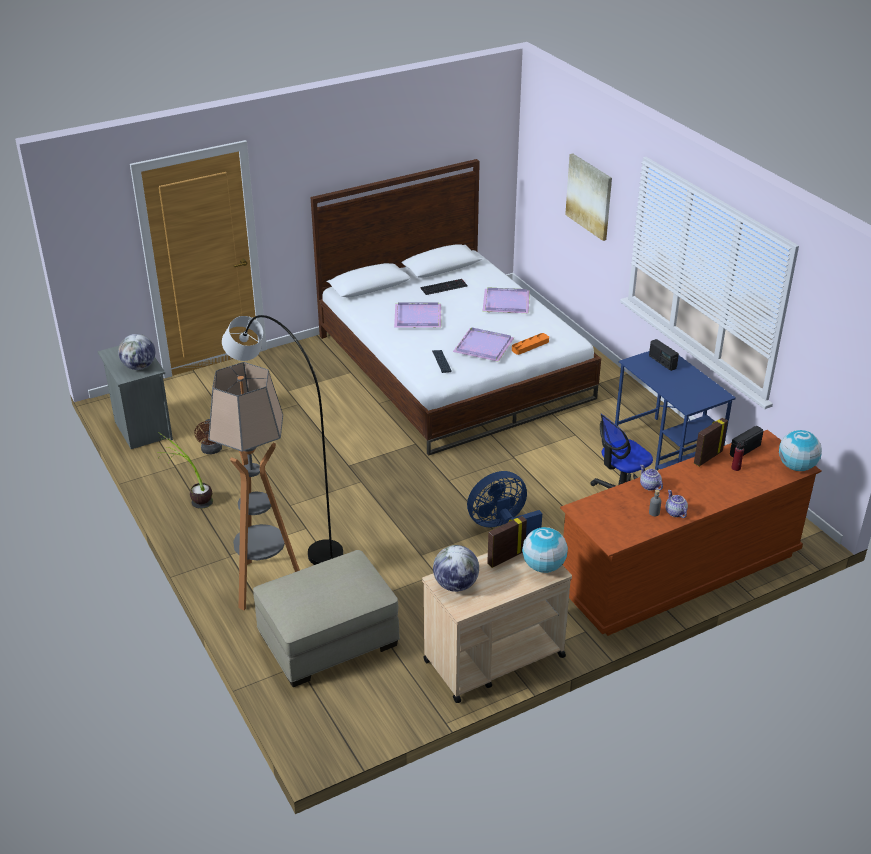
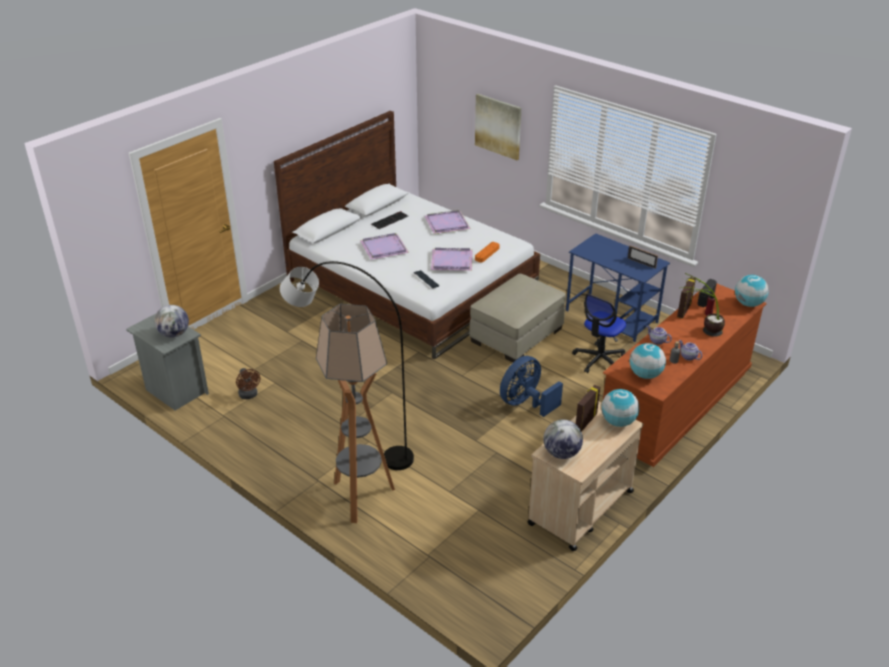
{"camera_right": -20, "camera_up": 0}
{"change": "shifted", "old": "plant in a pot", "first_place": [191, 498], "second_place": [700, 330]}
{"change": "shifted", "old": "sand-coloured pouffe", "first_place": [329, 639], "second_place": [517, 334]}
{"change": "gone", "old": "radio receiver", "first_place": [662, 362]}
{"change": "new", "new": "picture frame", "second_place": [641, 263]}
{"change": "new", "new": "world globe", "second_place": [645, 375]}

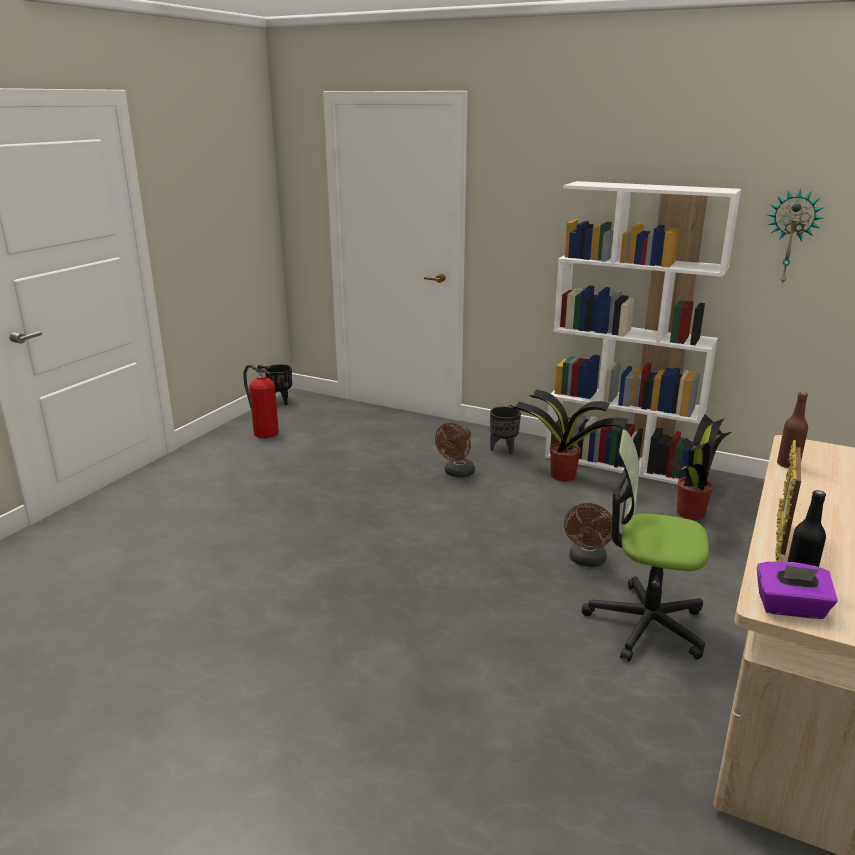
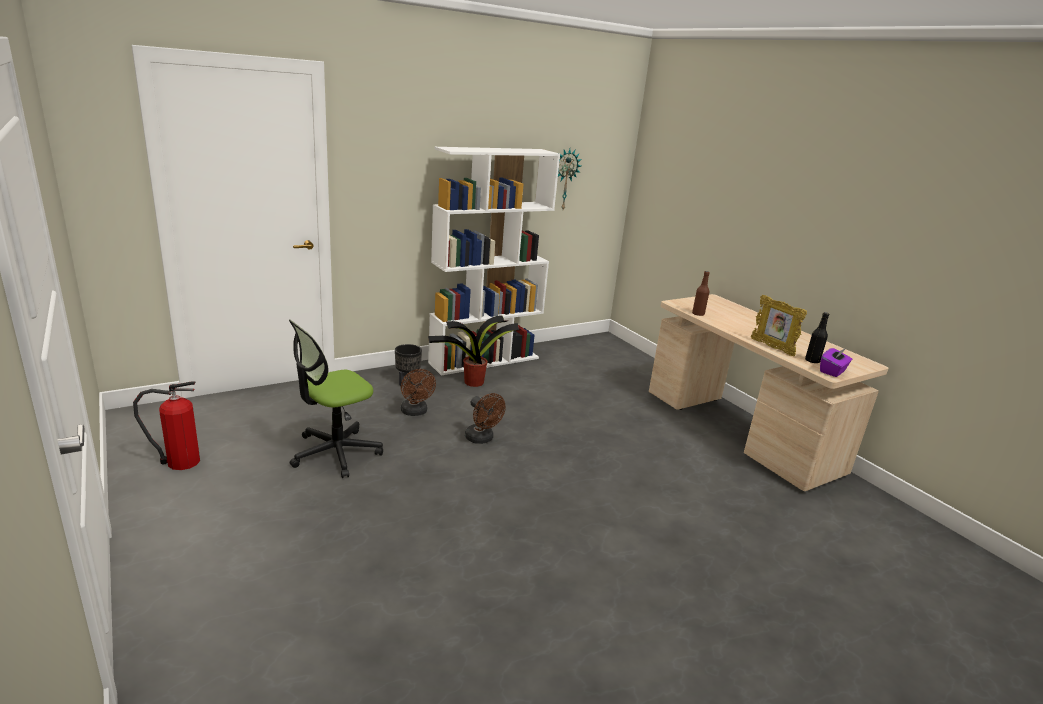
{"camera_right": -60, "camera_up": 0}
{"change": "gone", "old": "black plant pot", "first_place": [281, 401]}
{"change": "shifted", "old": "brown fan", "first_place": [587, 561], "second_place": [482, 439]}
{"change": "shifted", "old": "office chair", "first_place": [645, 624], "second_place": [335, 453]}
{"change": "gone", "old": "plant in a pot", "first_place": [691, 512]}

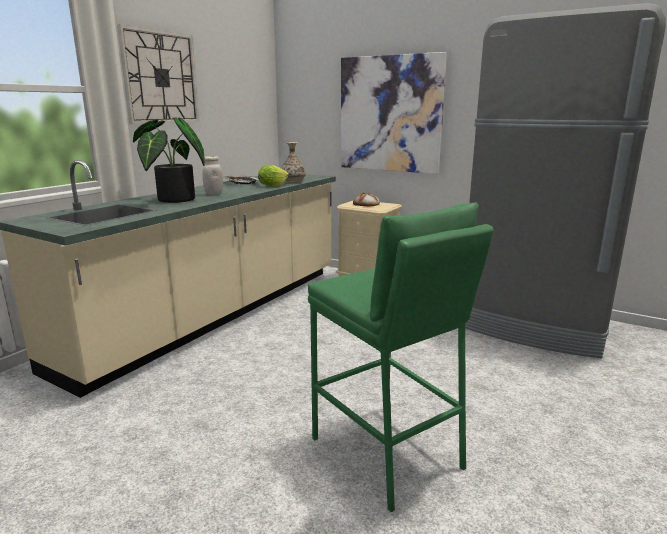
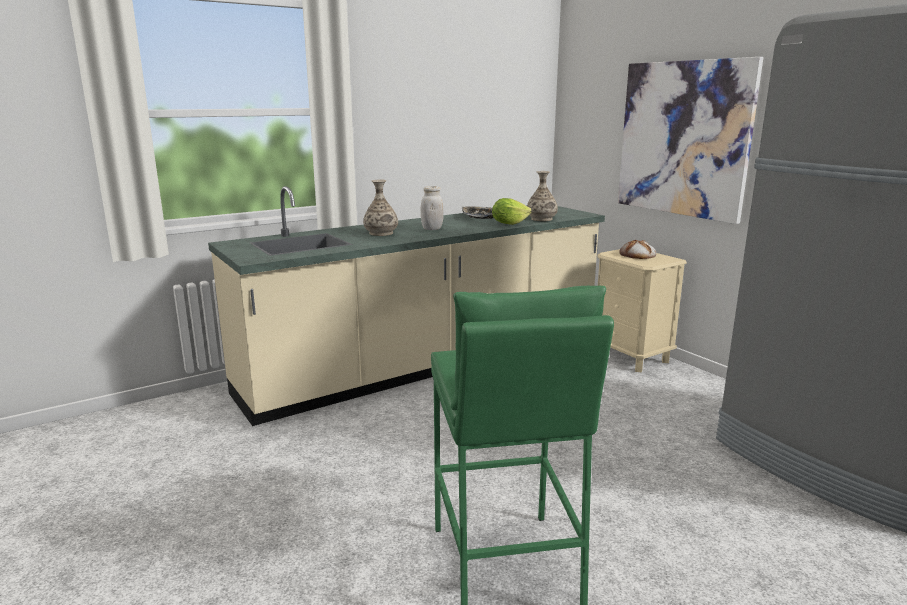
{"camera_right": 25, "camera_up": 0}
{"change": "gone", "old": "hanging clock", "first_place": [160, 78]}
{"change": "swapped", "old": "plant in a pot", "new": "flower vase", "first_place": [172, 200], "second_place": [381, 233]}

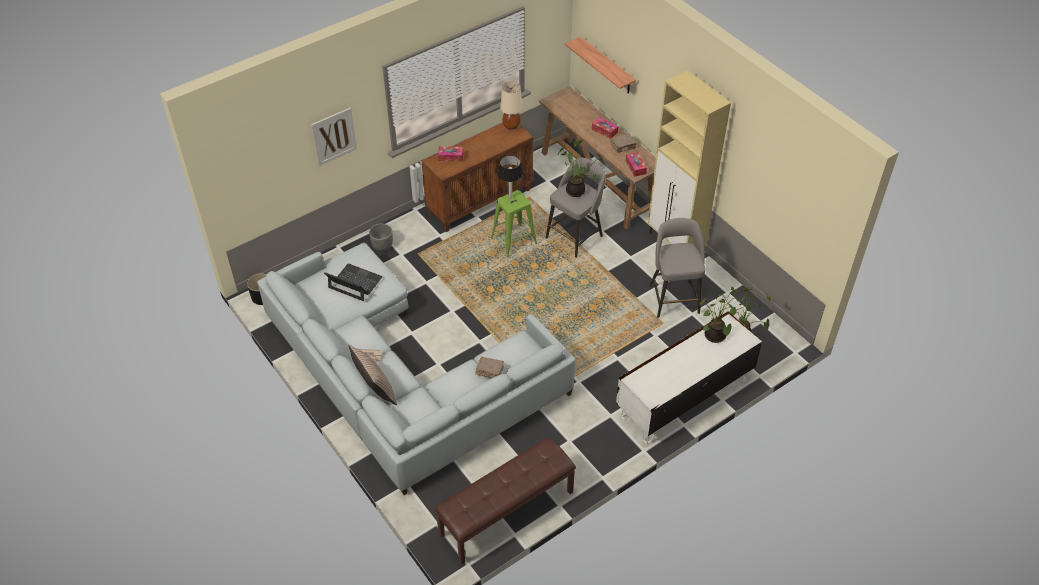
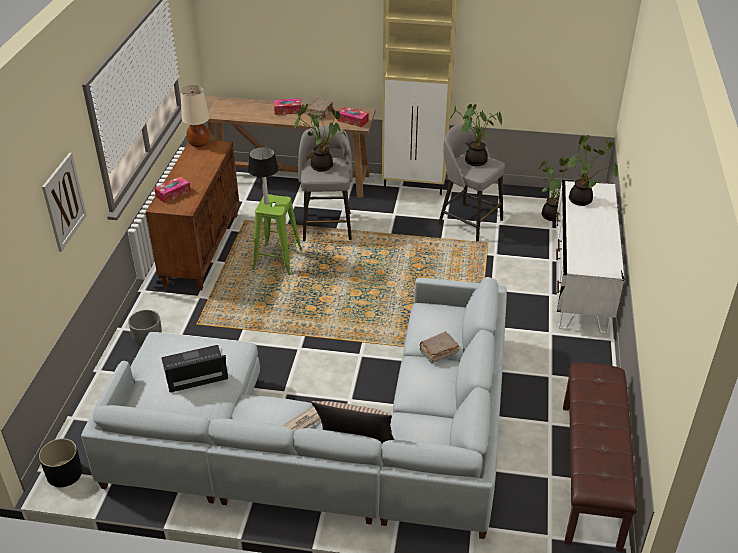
{"camera_right": -45, "camera_up": -10}
{"change": "gone", "old": "bracket shelf", "first_place": [607, 66]}
{"change": "new", "new": "plant in a pot", "second_place": [474, 160]}

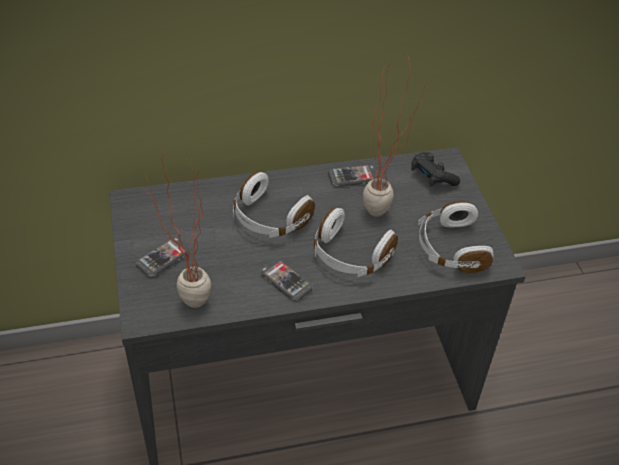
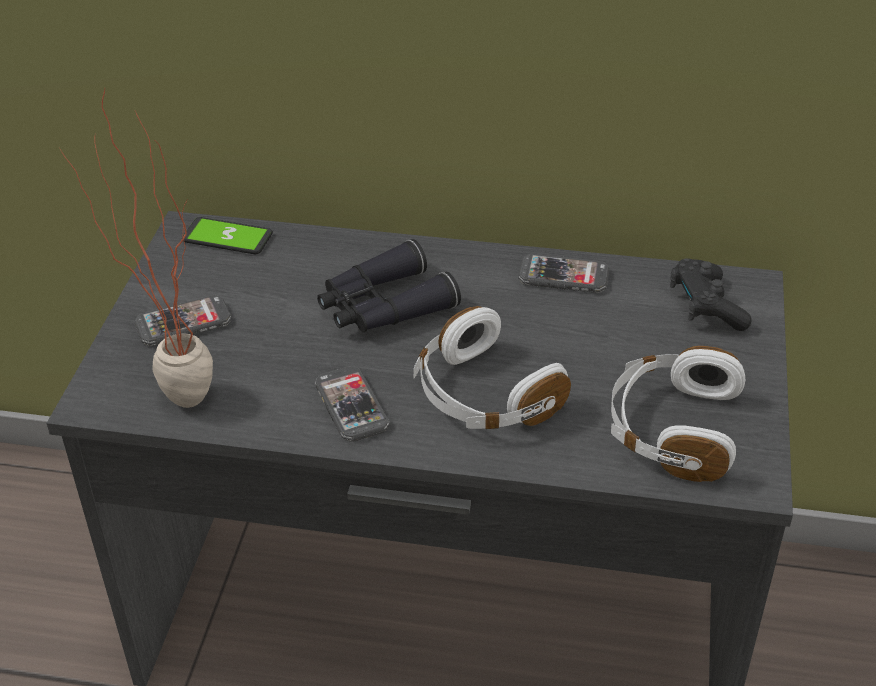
{"camera_right": 25, "camera_up": -5}
{"change": "swapped", "old": "whitish headset", "new": "black pair of binoculars", "first_place": [269, 219], "second_place": [383, 306]}
{"change": "gone", "old": "plant in a pot", "first_place": [385, 215]}
{"change": "new", "new": "telephone", "second_place": [227, 237]}

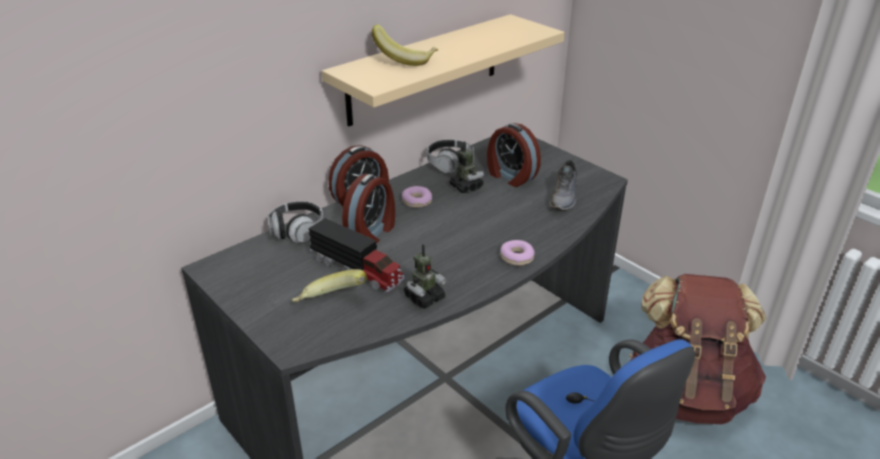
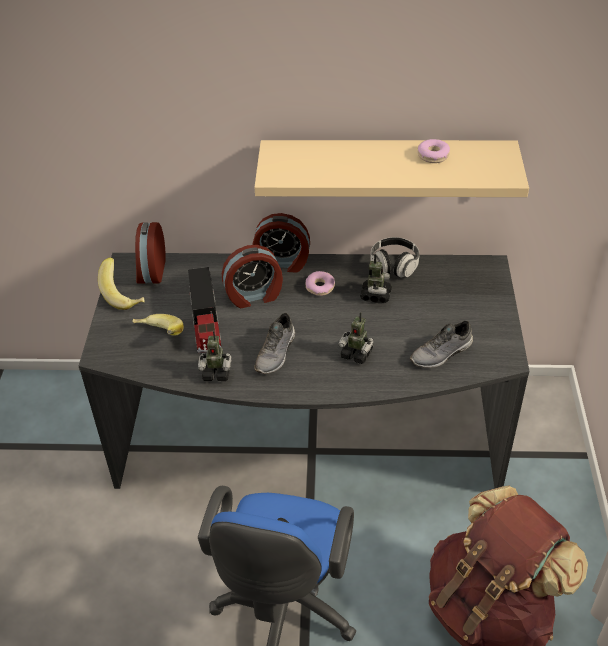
{"camera_right": 45, "camera_up": 10}
{"change": "gone", "old": "headset", "first_place": [297, 231]}
{"change": "shifted", "old": "banana fruit", "first_place": [405, 59], "second_place": [124, 295]}
{"change": "shifted", "old": "bedside clock", "first_place": [510, 176], "second_place": [151, 271]}
{"change": "shifted", "old": "doughnut", "first_place": [517, 257], "second_place": [433, 155]}
{"change": "new", "new": "grey shoe", "second_place": [276, 353]}
{"change": "new", "new": "model robot", "second_place": [357, 353]}

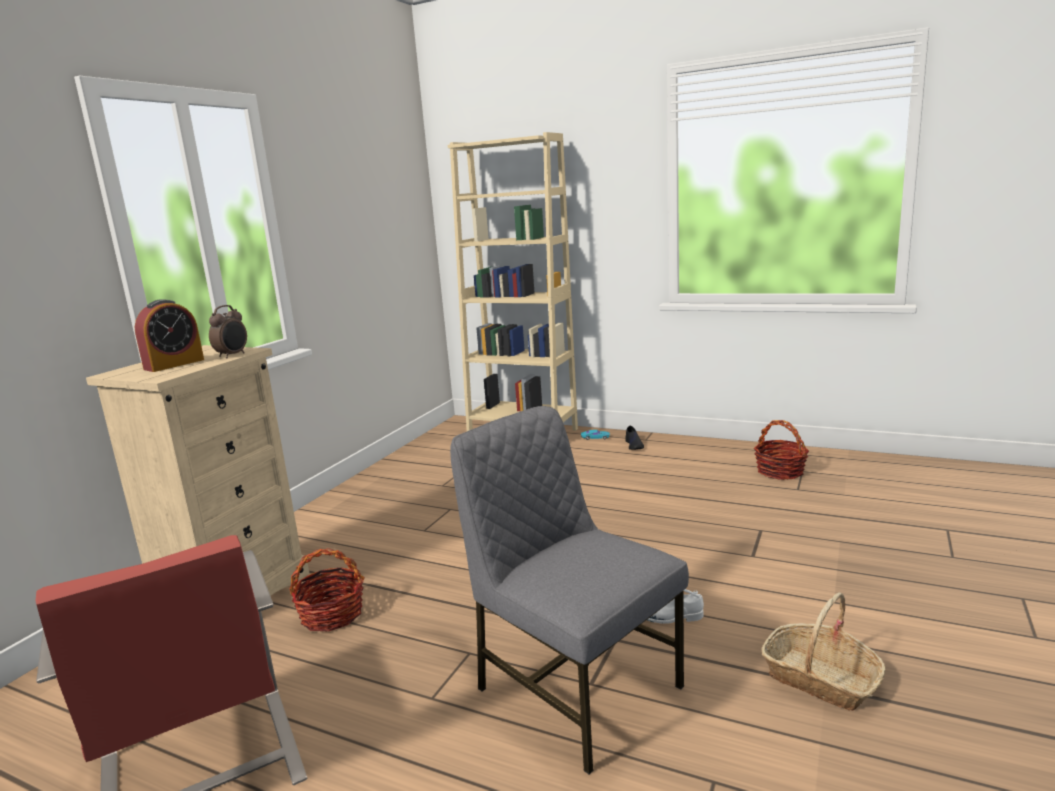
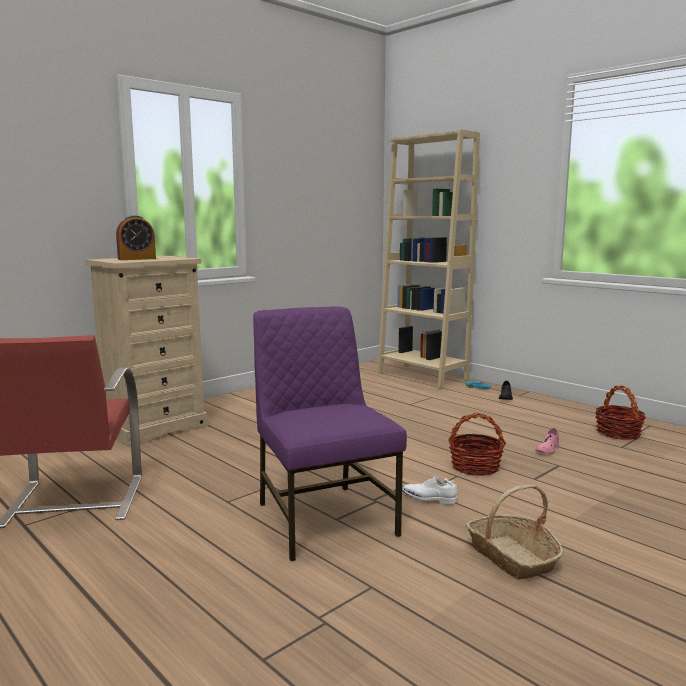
{"camera_right": 20, "camera_up": -5}
{"change": "gone", "old": "bedside clock", "first_place": [233, 355]}
{"change": "shifted", "old": "storage basket", "first_place": [331, 615], "second_place": [475, 467]}
{"change": "repainted", "old": "grey upright chair", "new": "purple upright chair", "first_place": [575, 687], "second_place": [323, 518]}
{"change": "new", "new": "pink-coloured shoe", "second_place": [548, 449]}

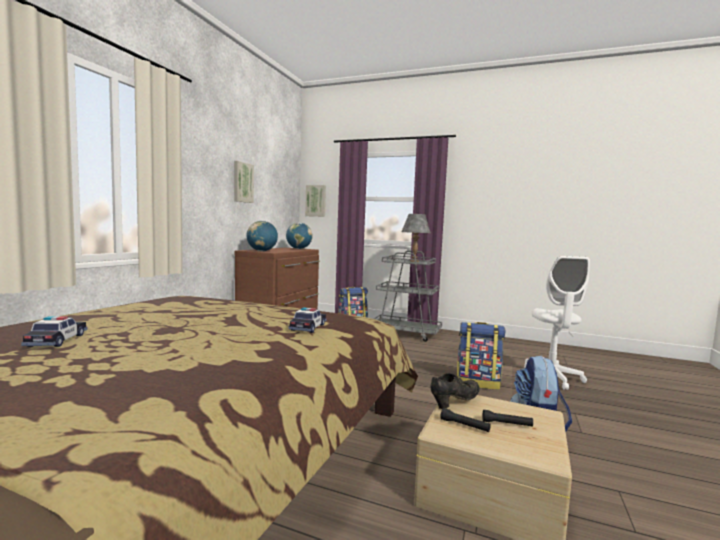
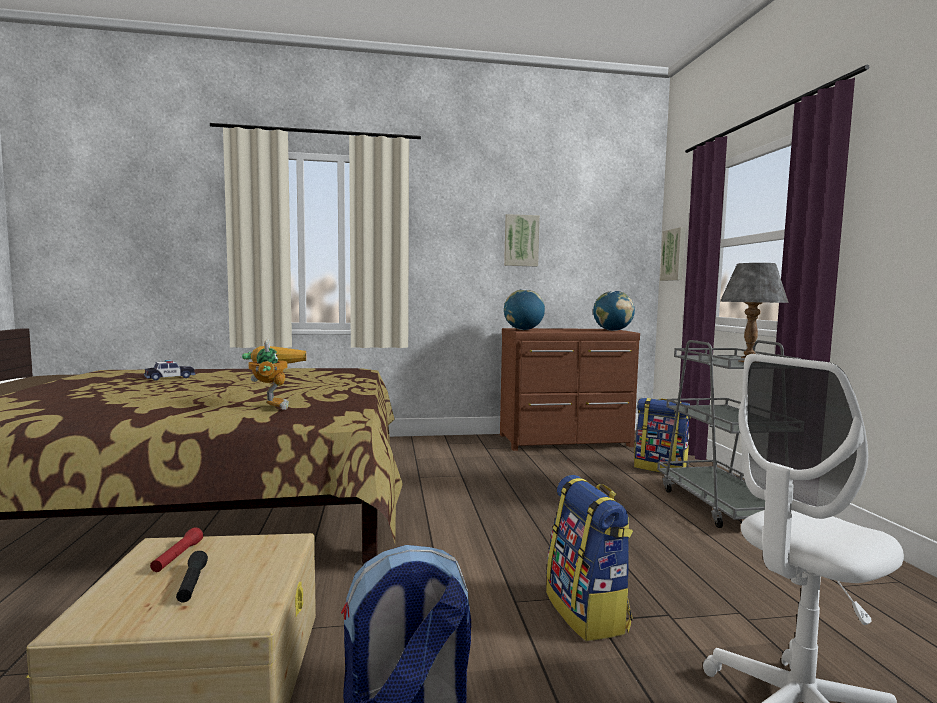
{"camera_right": 60, "camera_up": 0}
{"change": "swapped", "old": "model car", "new": "model robot", "first_place": [308, 327], "second_place": [272, 405]}
{"change": "gone", "old": "black shoe", "first_place": [455, 402]}
{"change": "repainted", "old": "black torch", "new": "red-coloured torch", "first_place": [464, 426], "second_place": [177, 557]}

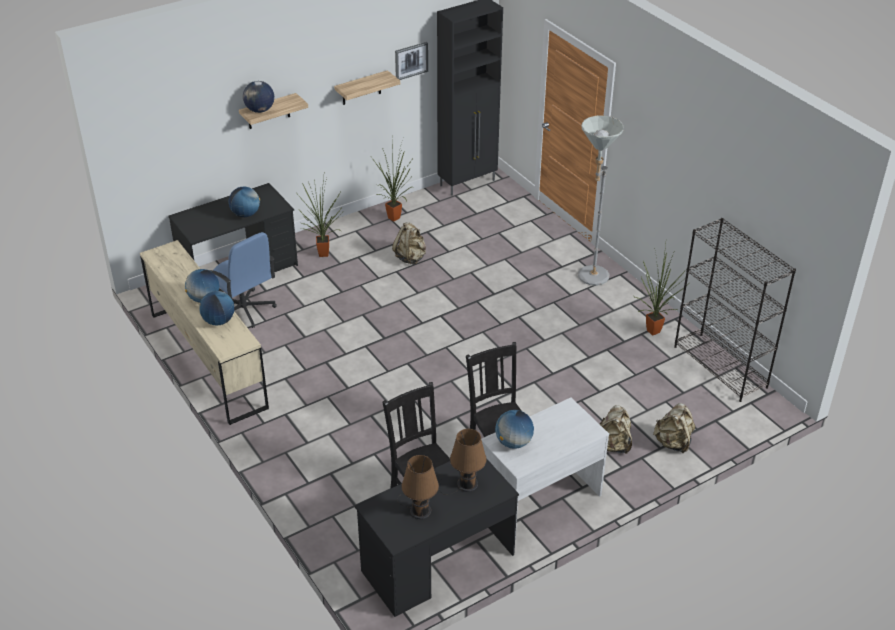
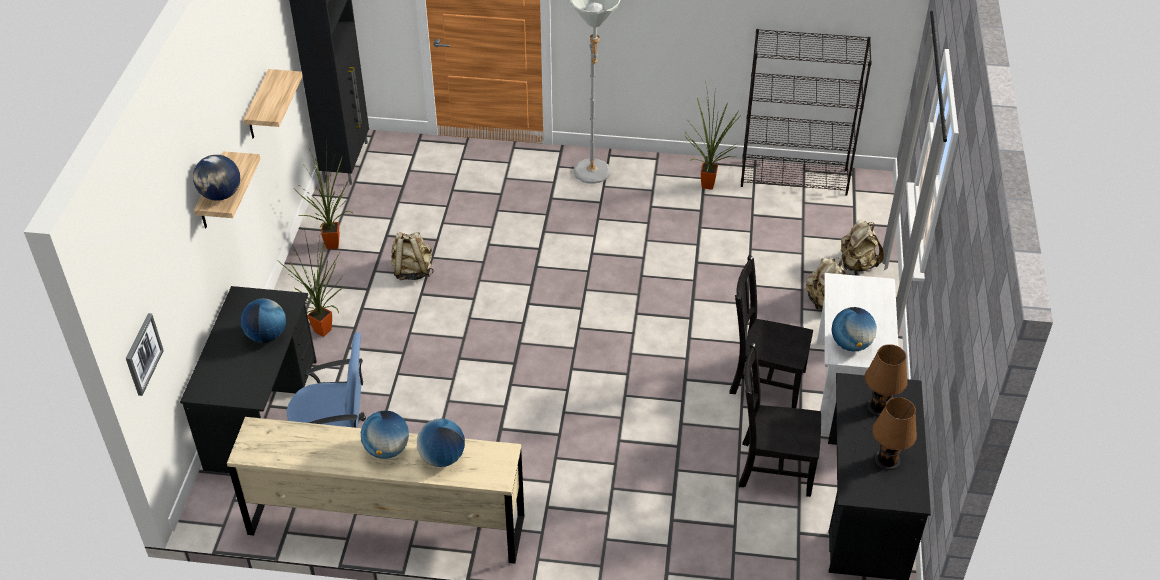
{"camera_right": -50, "camera_up": 5}
{"change": "shifted", "old": "wall art", "first_place": [411, 60], "second_place": [143, 354]}

